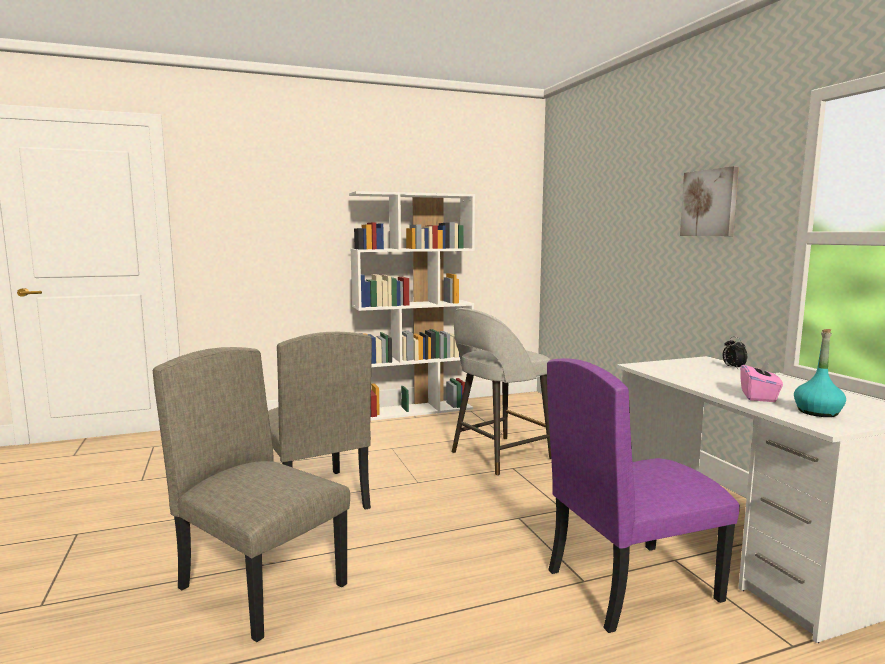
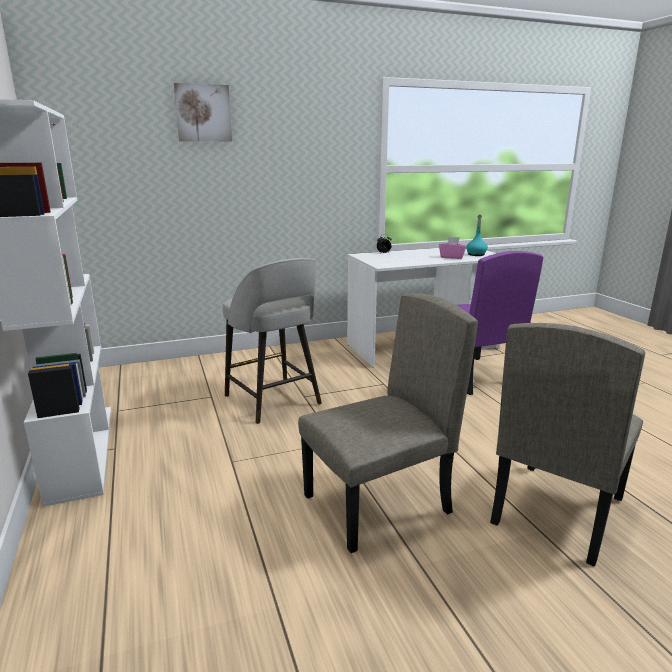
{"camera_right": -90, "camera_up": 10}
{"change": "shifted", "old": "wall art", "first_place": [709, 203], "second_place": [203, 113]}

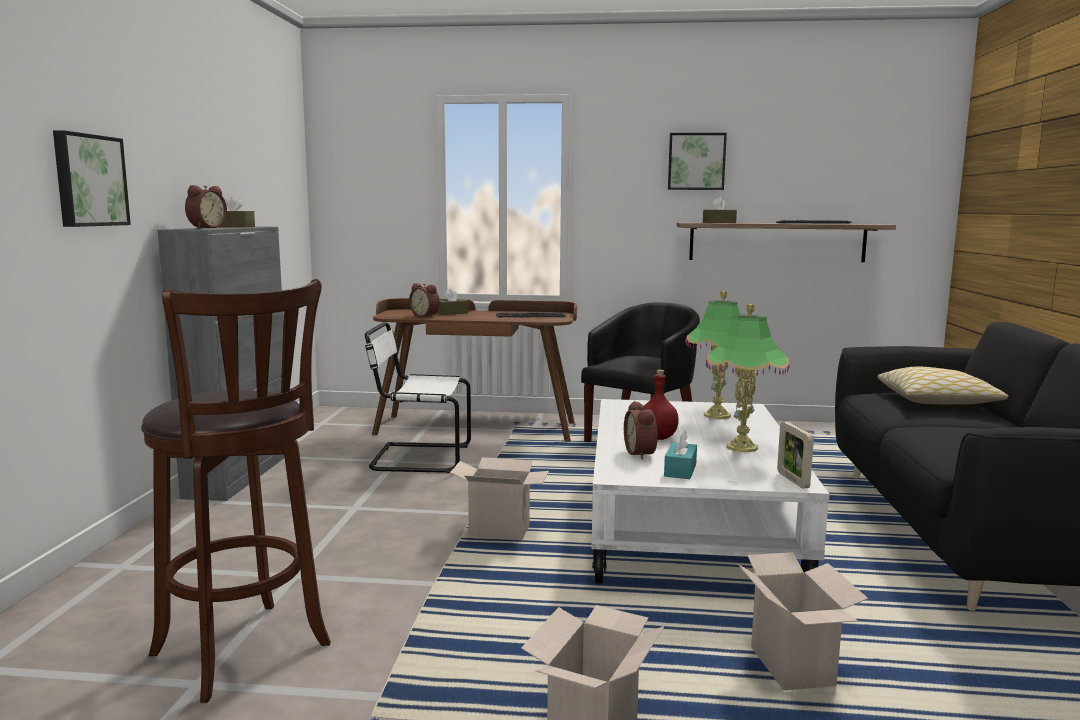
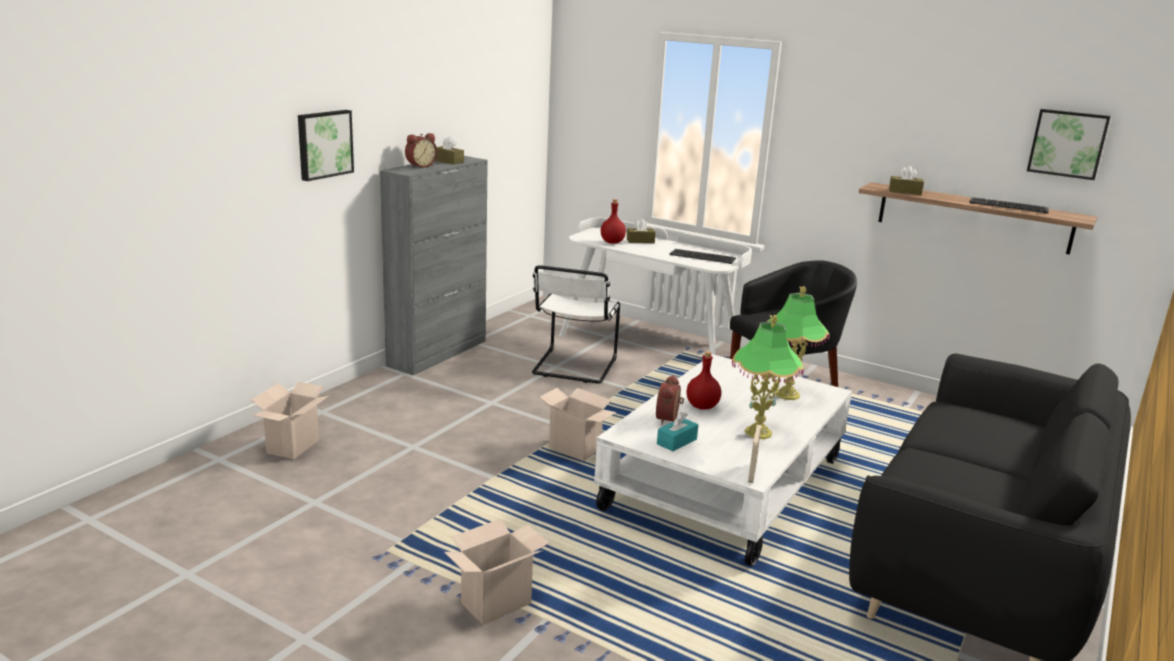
{"camera_right": 25, "camera_up": 10}
{"change": "gone", "old": "brown sitting stool", "first_place": [246, 652]}
{"change": "rotated", "old": "whitish upright chair", "first_place": [417, 458], "second_place": [573, 367], "degrees": -105}
{"change": "repainted", "old": "brown desk", "new": "whitish desk", "first_place": [476, 428], "second_place": [649, 346]}
{"change": "swapped", "old": "bedside clock", "new": "red-coloured bottle", "first_place": [426, 316], "second_place": [612, 242]}
{"change": "shifted", "old": "wall art", "first_place": [696, 161], "second_place": [1068, 143]}
{"change": "shifted", "old": "cardboard box", "first_place": [795, 668], "second_place": [293, 447]}
{"change": "gone", "old": "throw pillow", "first_place": [937, 401]}

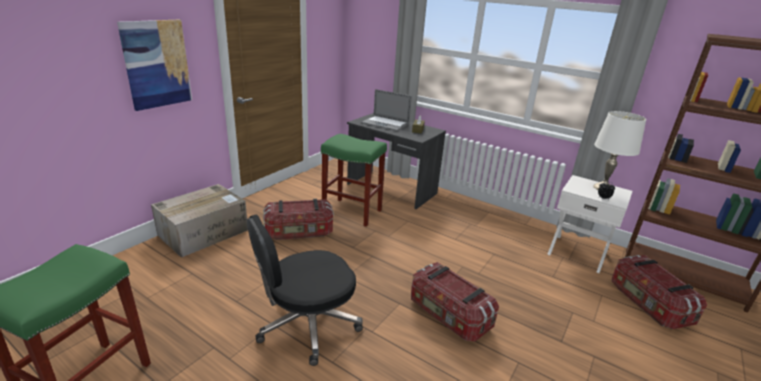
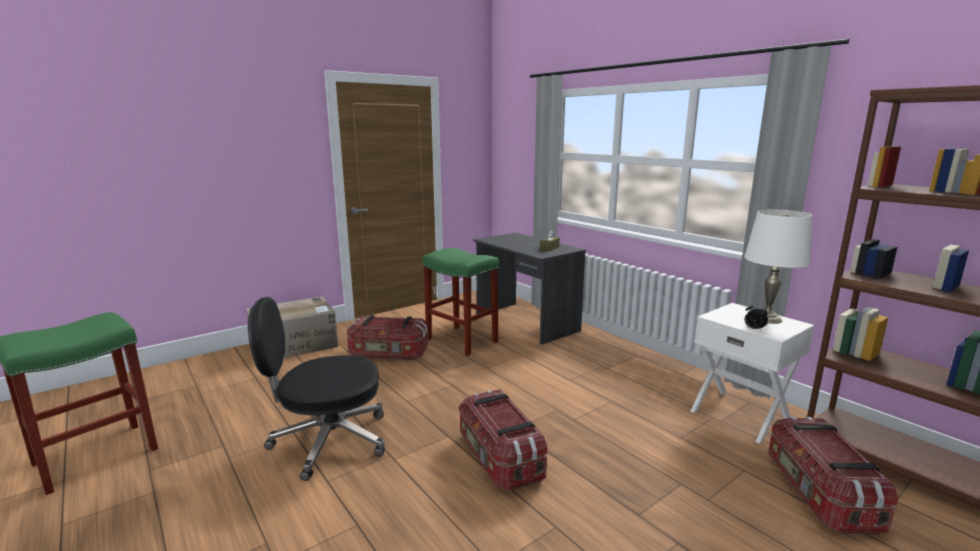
{"camera_right": 20, "camera_up": -10}
{"change": "gone", "old": "wall art", "first_place": [157, 64]}
{"change": "gone", "old": "notebook computer", "first_place": [385, 123]}

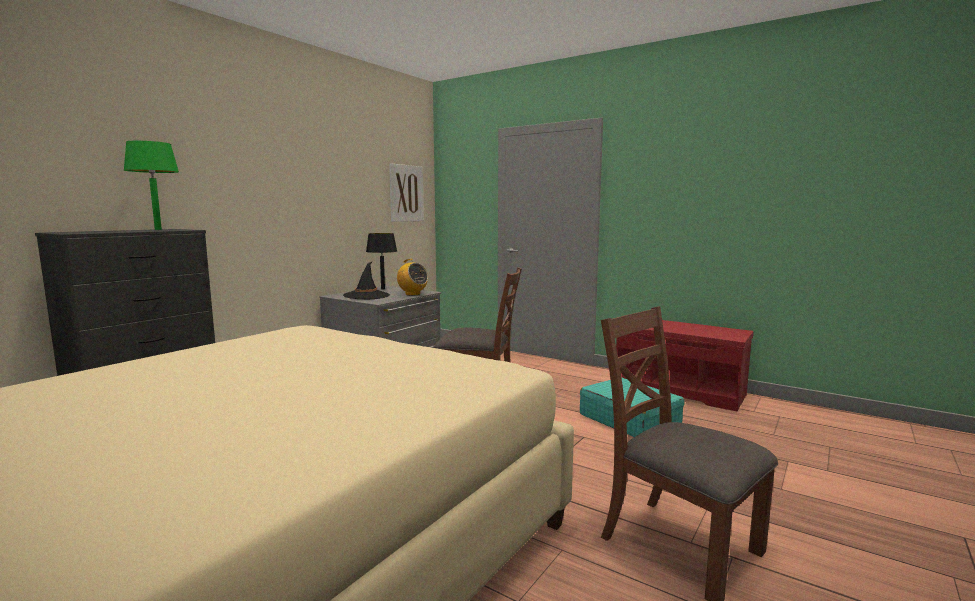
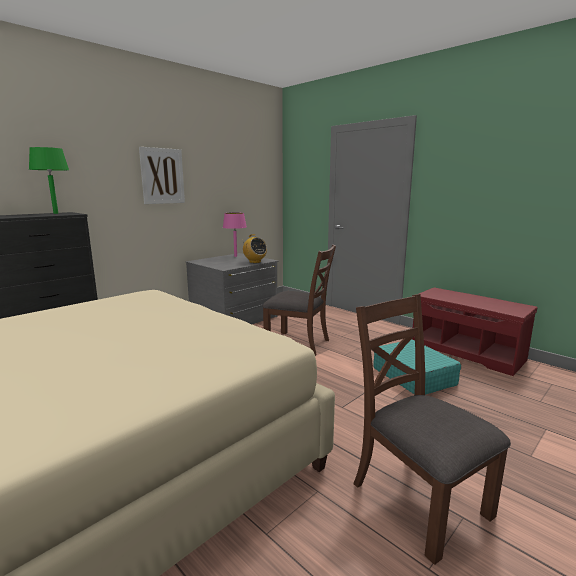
{"camera_right": 10, "camera_up": 5}
{"change": "gone", "old": "black clothing hat", "first_place": [366, 296]}
{"change": "repainted", "old": "black tabletop lamp", "new": "pink-coloured tabletop lamp", "first_place": [382, 289], "second_place": [235, 256]}
{"change": "shifted", "old": "wall art", "first_place": [406, 193], "second_place": [162, 176]}

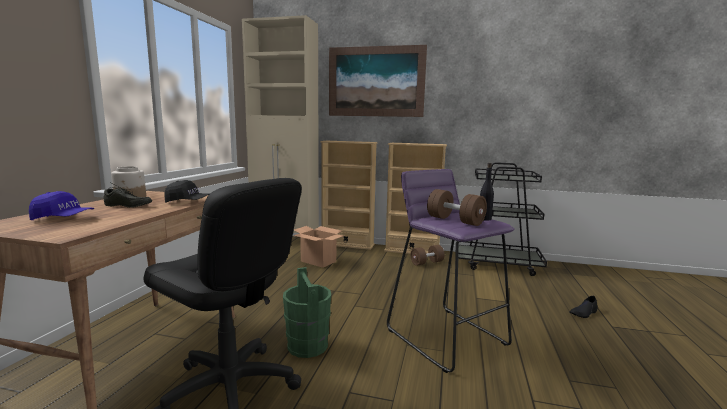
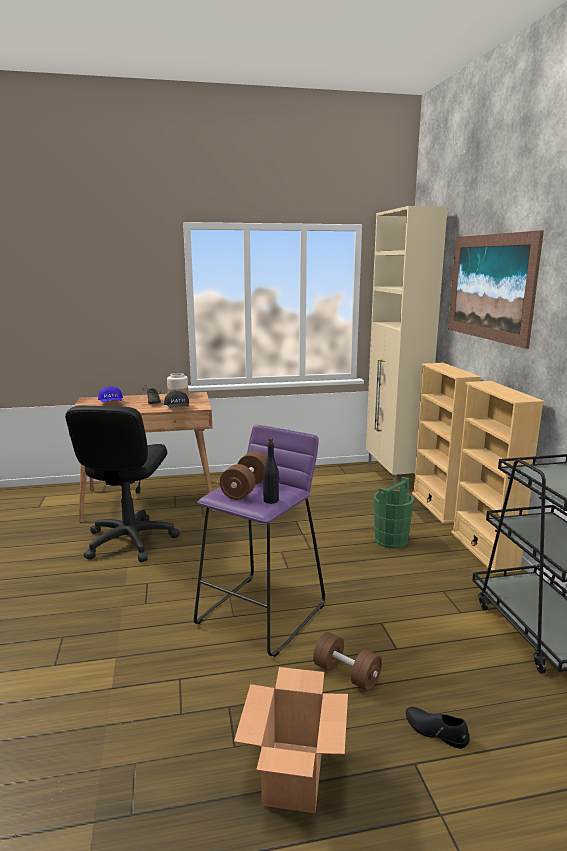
{"camera_right": 65, "camera_up": 5}
{"change": "shifted", "old": "green bucket", "first_place": [307, 345], "second_place": [391, 540]}
{"change": "shifted", "old": "cardboard box", "first_place": [319, 261], "second_place": [293, 777]}
{"change": "shifted", "old": "brown hand weight", "first_place": [427, 263], "second_place": [346, 674]}

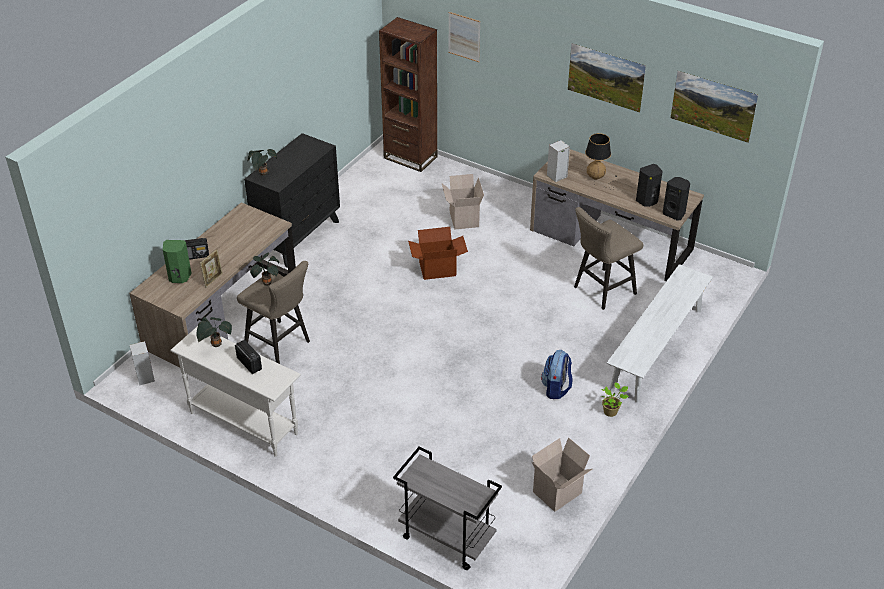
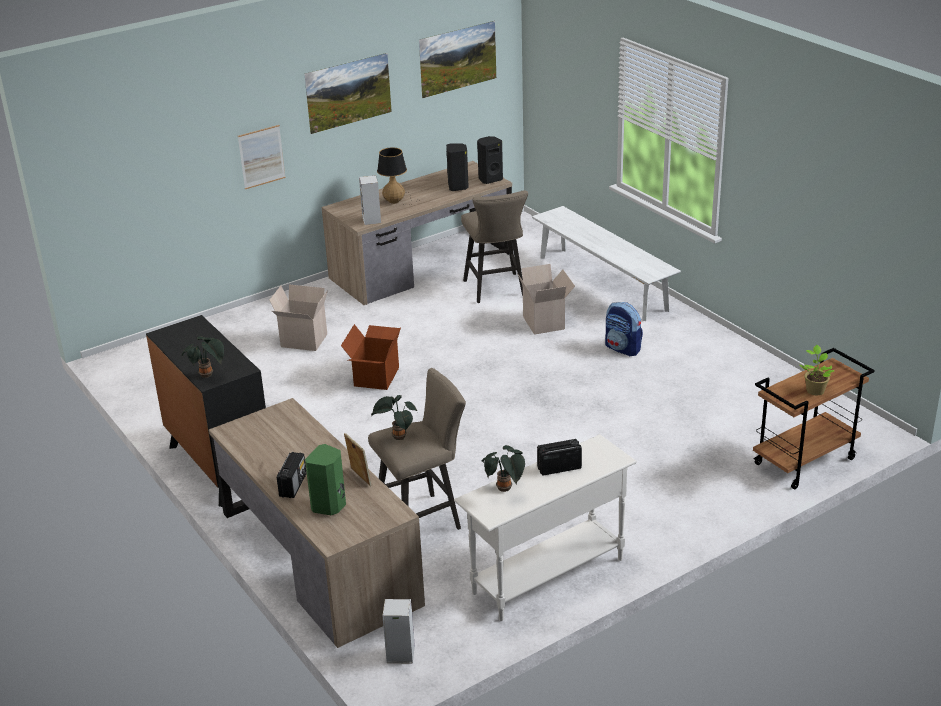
{"camera_right": -65, "camera_up": -10}
{"change": "gone", "old": "brown shelving unit", "first_place": [410, 157]}
{"change": "repainted", "old": "grey trolley", "new": "brown trolley", "first_place": [446, 538], "second_place": [804, 462]}
{"change": "shifted", "old": "wall art", "first_place": [464, 37], "second_place": [261, 157]}
{"change": "shifted", "old": "cardboard box", "first_place": [557, 494], "second_place": [545, 323]}
{"change": "shifted", "old": "plant in a pot", "first_place": [611, 411], "second_place": [815, 390]}

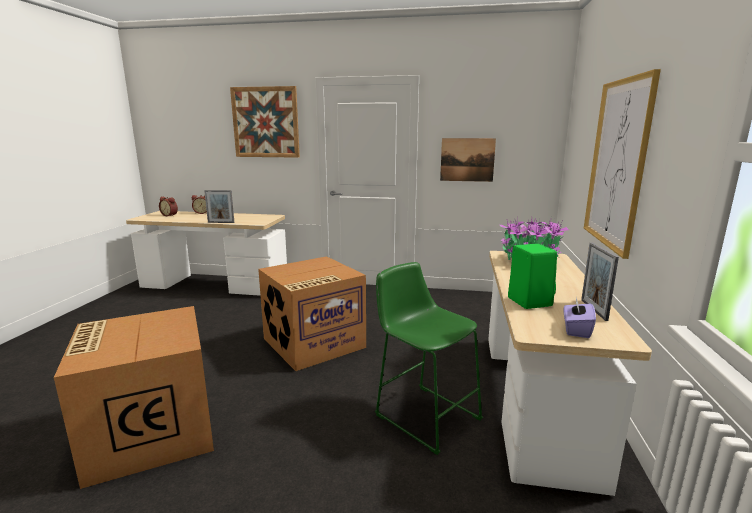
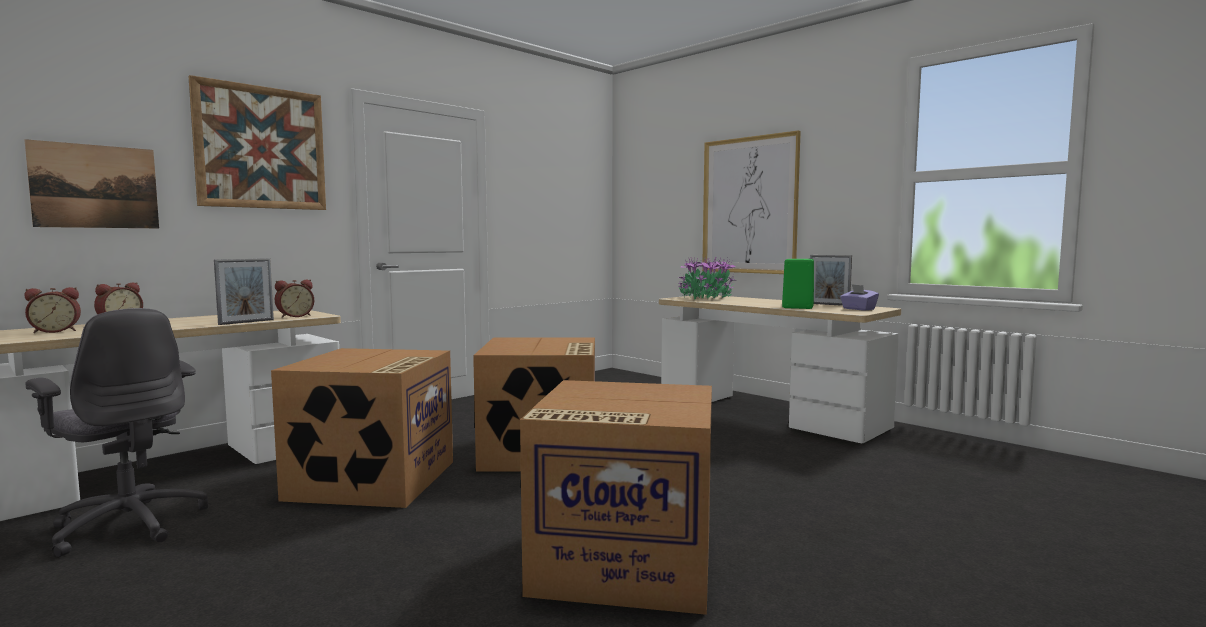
{"camera_right": -55, "camera_up": -10}
{"change": "gone", "old": "green sitting stool", "first_place": [424, 414]}
{"change": "shifted", "old": "wall art", "first_place": [467, 159], "second_place": [95, 186]}
{"change": "new", "new": "grey office chair", "second_place": [129, 524]}
{"change": "new", "new": "cardboard box", "second_place": [373, 481]}
{"change": "new", "new": "bedside clock", "second_place": [294, 316]}

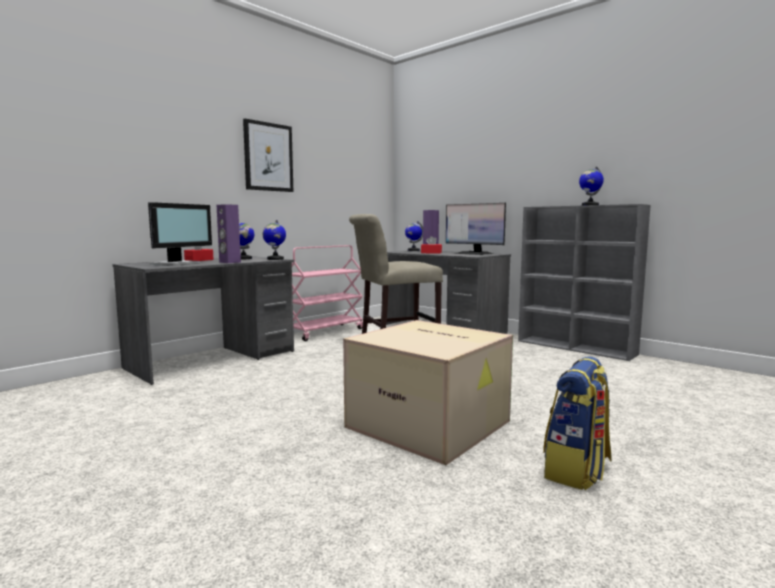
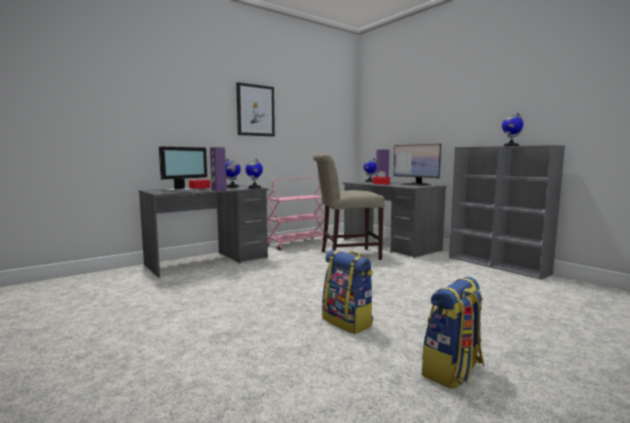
{"camera_right": 10, "camera_up": 0}
{"change": "swapped", "old": "cardboard box", "new": "knapsack", "first_place": [431, 424], "second_place": [348, 322]}

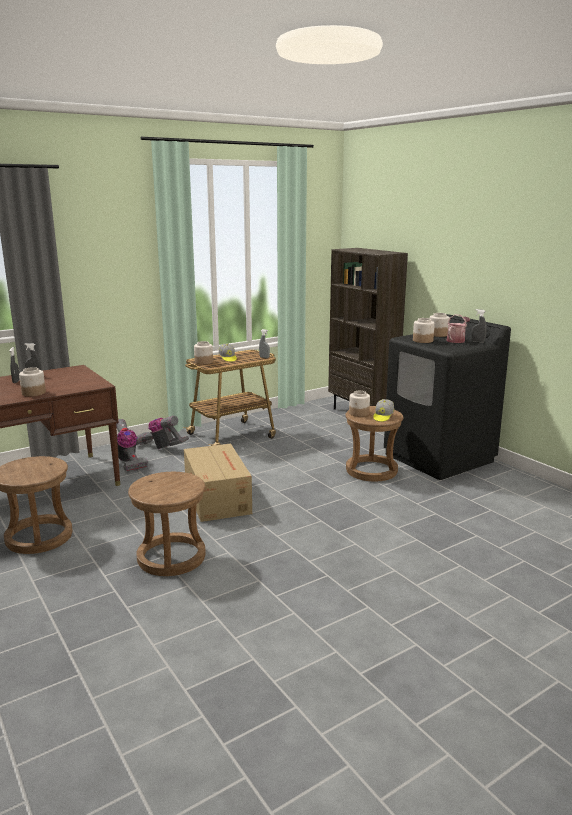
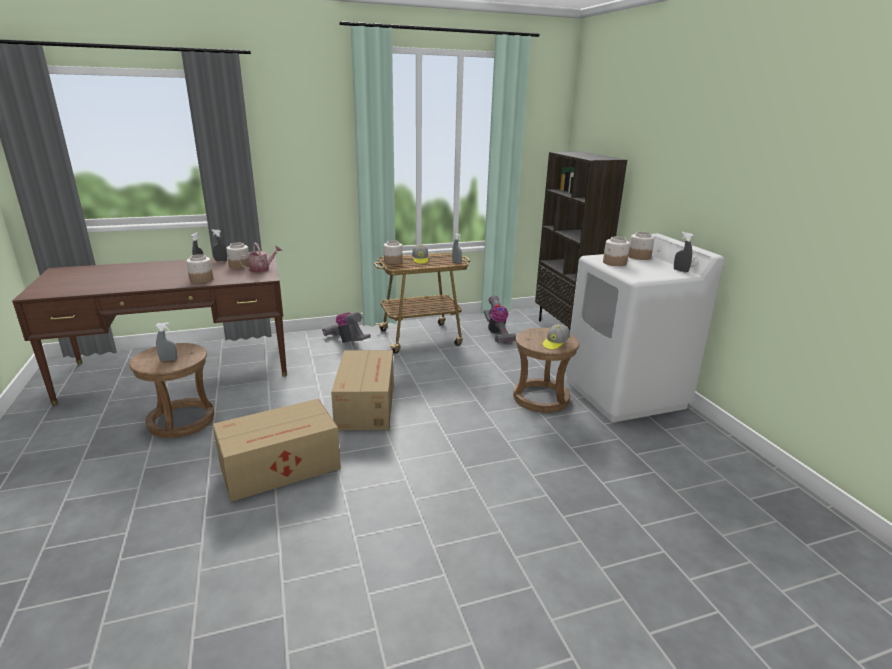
{"camera_right": 15, "camera_up": 5}
{"change": "shifted", "old": "hoover", "first_place": [128, 461], "second_place": [497, 333]}
{"change": "swapped", "old": "brown sitting stool", "new": "cardboard box", "first_place": [172, 557], "second_place": [282, 466]}
{"change": "shifted", "old": "storage jar", "first_place": [359, 413], "second_place": [239, 266]}
{"change": "repainted", "old": "black laundry machine", "new": "whitish laundry machine", "first_place": [439, 458], "second_place": [624, 394]}
{"change": "shifted", "old": "watering pot", "first_place": [457, 340], "second_place": [262, 269]}
{"change": "new", "new": "grey spray bottle", "second_place": [168, 360]}

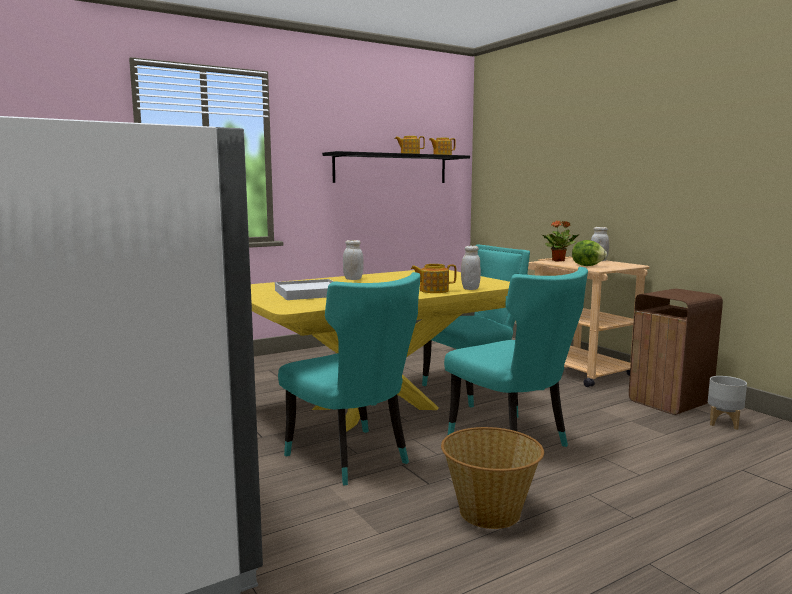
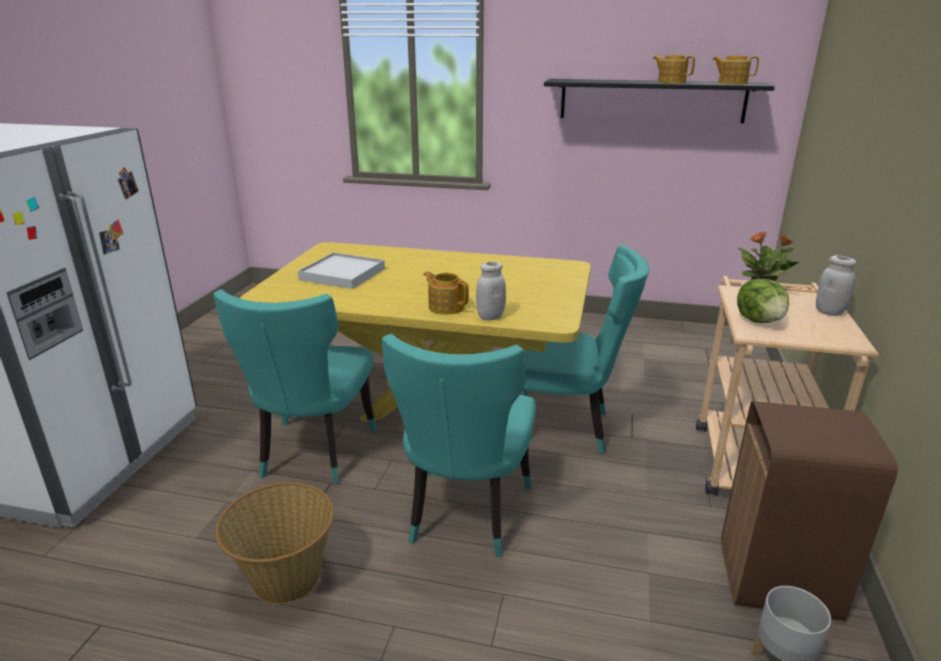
{"camera_right": 45, "camera_up": 15}
{"change": "gone", "old": "whitish storage jar", "first_place": [353, 279]}

